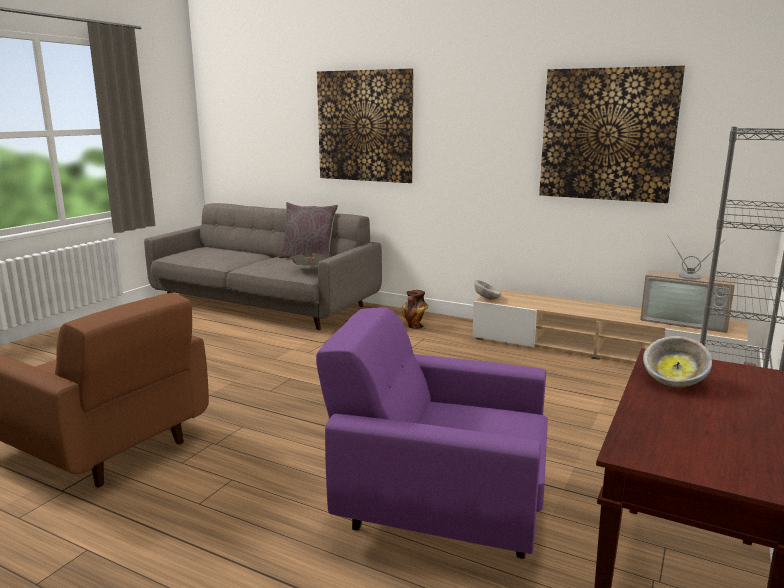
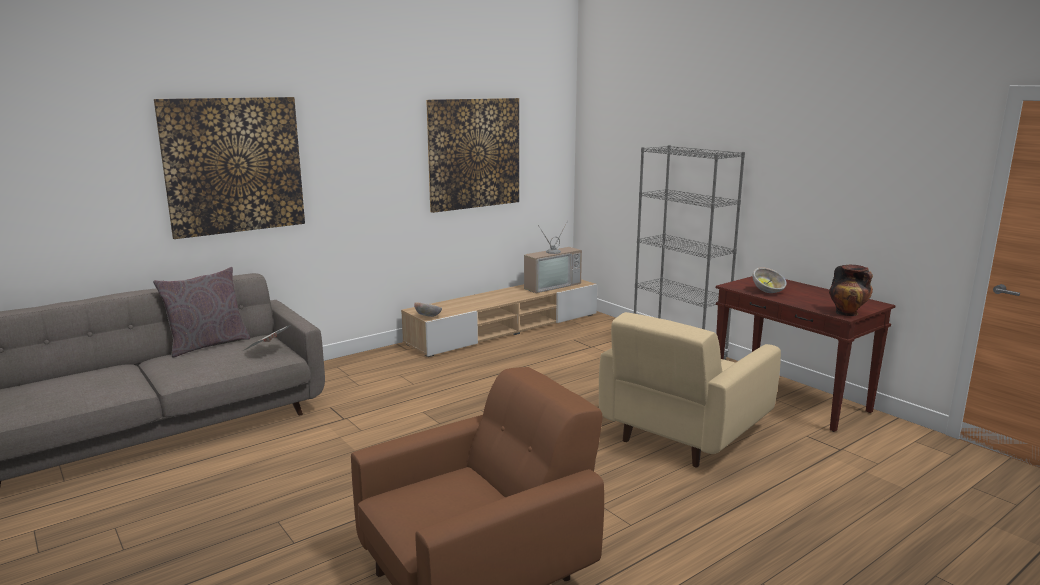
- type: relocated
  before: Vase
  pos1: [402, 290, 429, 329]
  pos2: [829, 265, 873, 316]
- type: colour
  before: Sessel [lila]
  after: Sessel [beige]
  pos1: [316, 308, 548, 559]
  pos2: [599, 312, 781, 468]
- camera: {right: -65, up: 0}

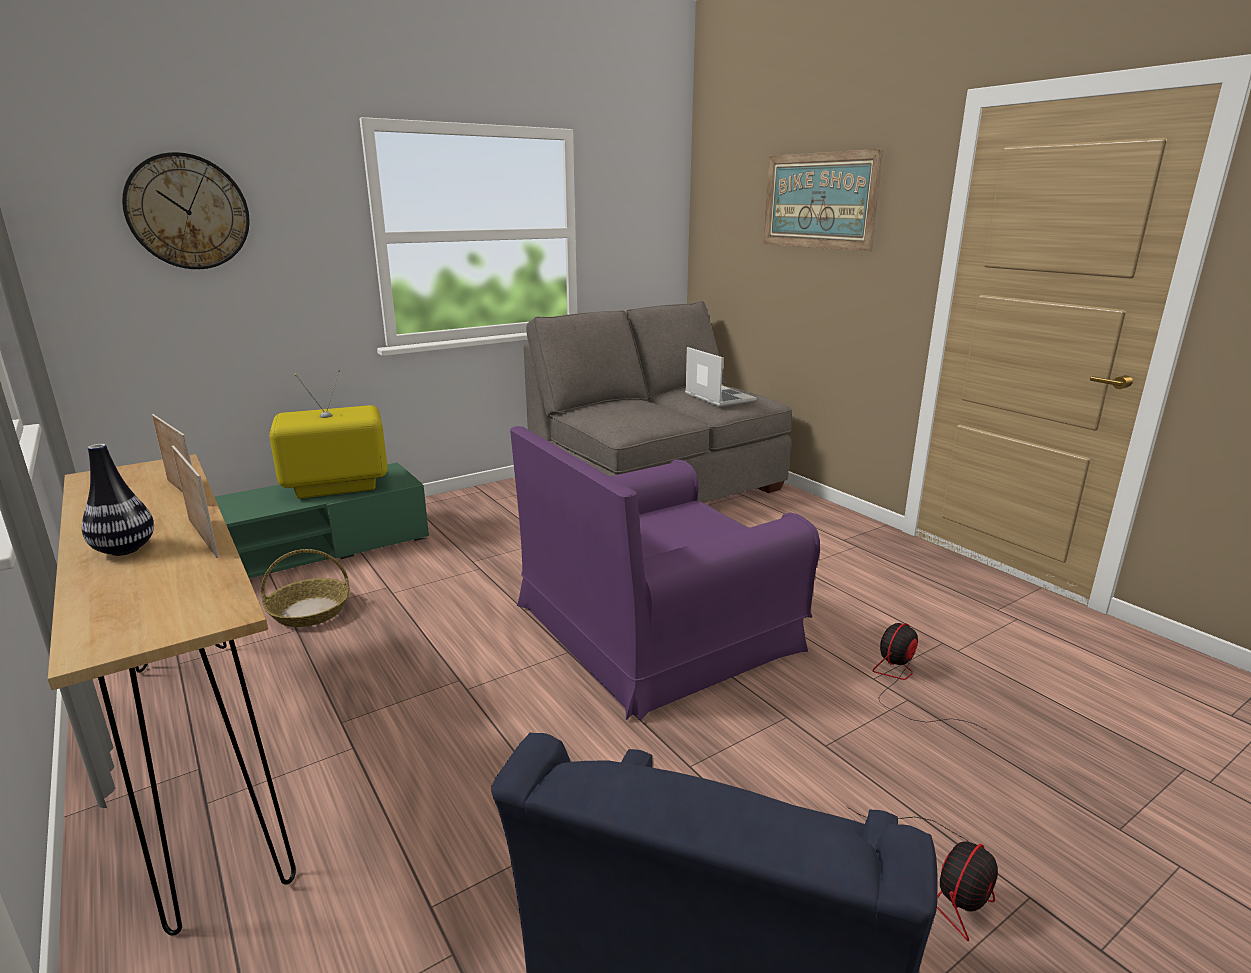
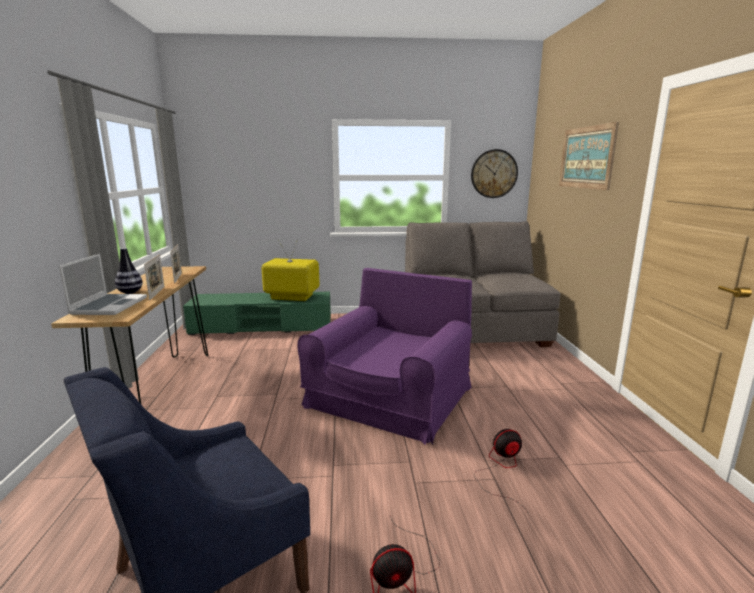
- type: missing
  before: Korb
  pos1: [261, 549, 350, 627]
- type: relocated
  before: Wanduhr
  pos1: [122, 152, 250, 269]
  pos2: [471, 149, 518, 198]
- type: relocated
  before: Laptop
  pos1: [685, 347, 757, 407]
  pos2: [59, 254, 147, 315]
- type: spun
  before: Sessel [lila]
  pos1: [510, 426, 820, 720]
  pos2: [297, 268, 472, 445]
  turn: 120
- camera: {right: 30, up: -5}

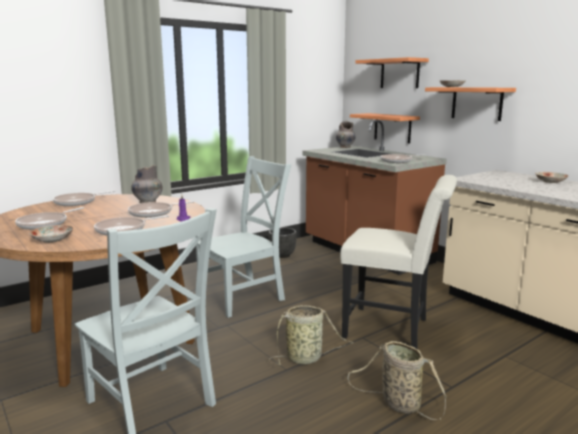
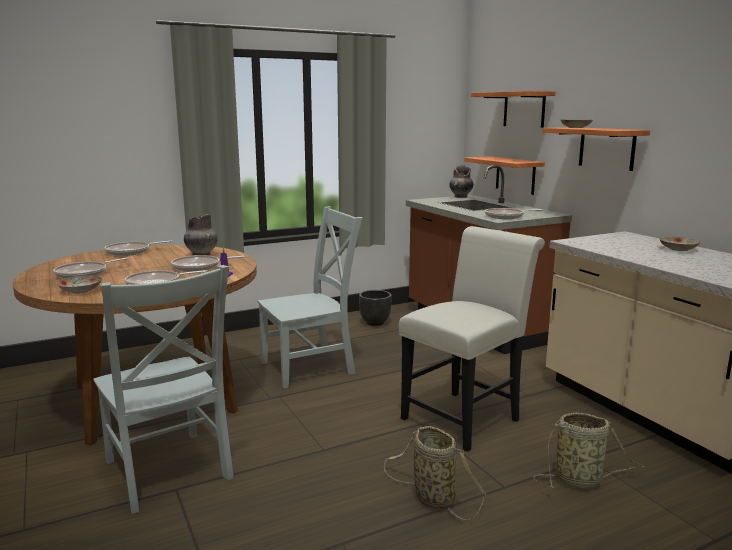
- type: relocated
  before: Korb
  pos1: [269, 305, 353, 365]
  pos2: [533, 412, 644, 489]
- type: spun
  before: Stuhl [weiß]
  pos1: [340, 175, 457, 349]
  pos2: [399, 226, 545, 452]
  turn: -75
- camera: {right: 10, up: 0}

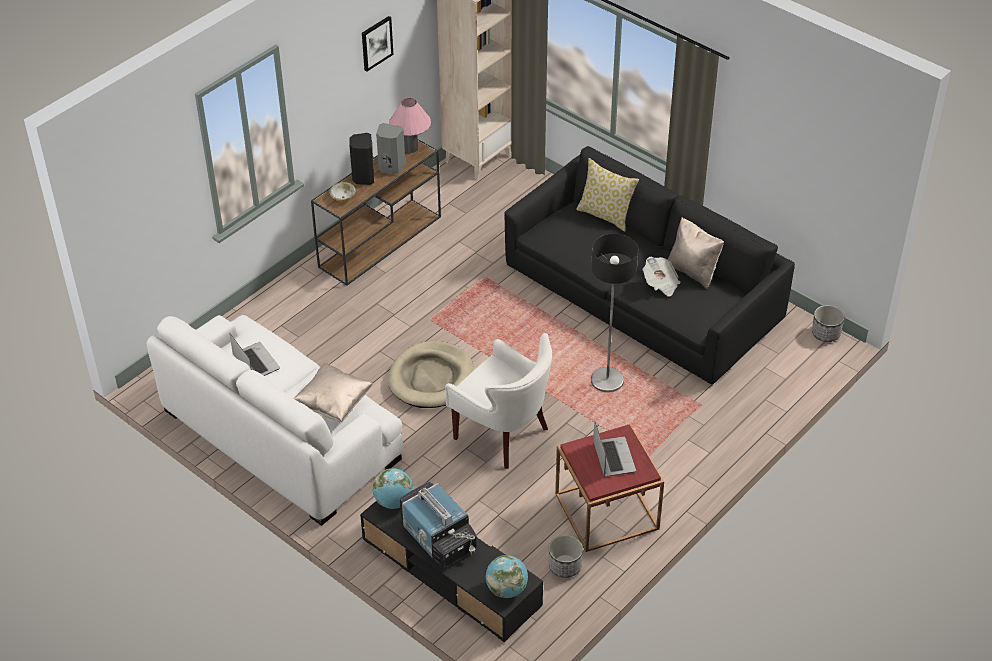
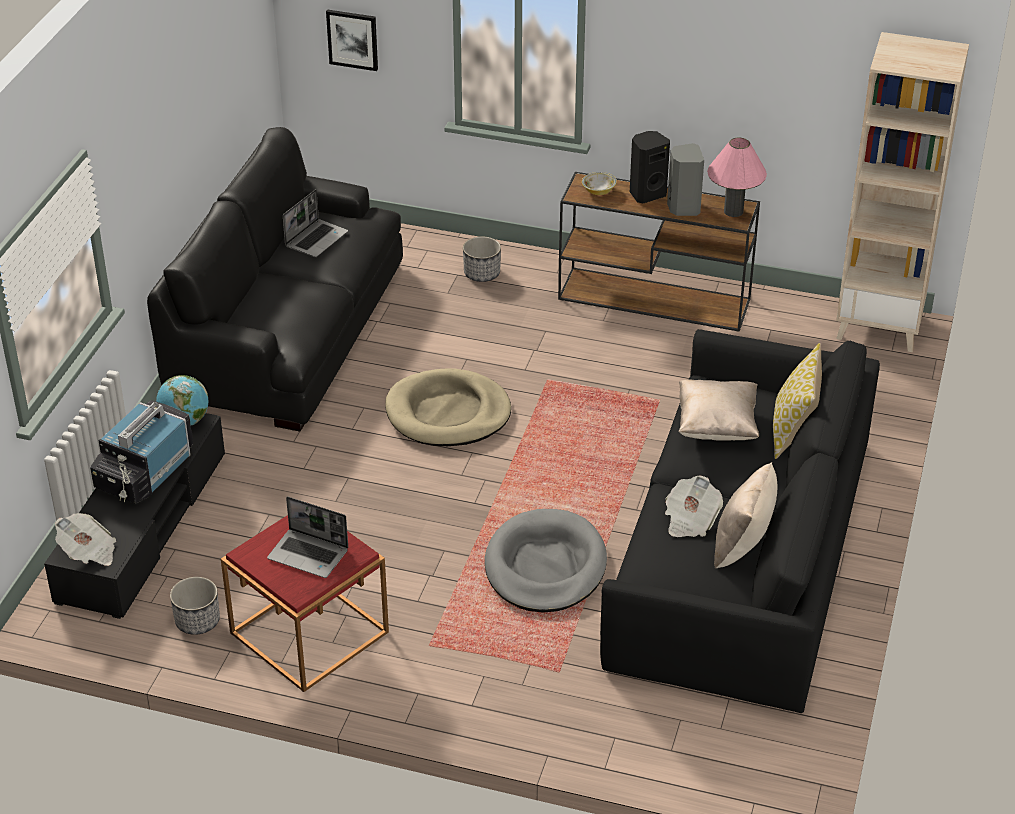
- type: missing
  before: Sessel [weiß]
  pos1: [445, 333, 552, 469]
- type: relocated
  before: Kissen [beige]
  pos1: [293, 362, 373, 421]
  pos2: [678, 379, 759, 441]
- type: relocated
  before: Bild
  pos1: [362, 16, 393, 72]
  pos2: [326, 10, 378, 71]
- type: relocated
  before: Pflanzkübel
  pos1: [812, 305, 845, 342]
  pos2: [463, 236, 501, 282]
- type: exchanged
  before: Globus
  after: Zeitung
  pos1: [486, 555, 528, 598]
  pos2: [55, 513, 116, 566]
- type: exchanged
  before: Stehlampe
  after: Hundebett [grau]
  pos1: [591, 234, 638, 392]
  pos2: [485, 509, 607, 613]
- type: colour
  before: Sofa [weiß]
  after: Sofa [schwarz]
  pos1: [147, 315, 404, 526]
  pos2: [147, 127, 403, 432]
- type: spun
  before: Laptop
  pos1: [593, 421, 636, 477]
  pos2: [267, 497, 348, 578]
  turn: 60
- camera: {right: 65, up: -5}

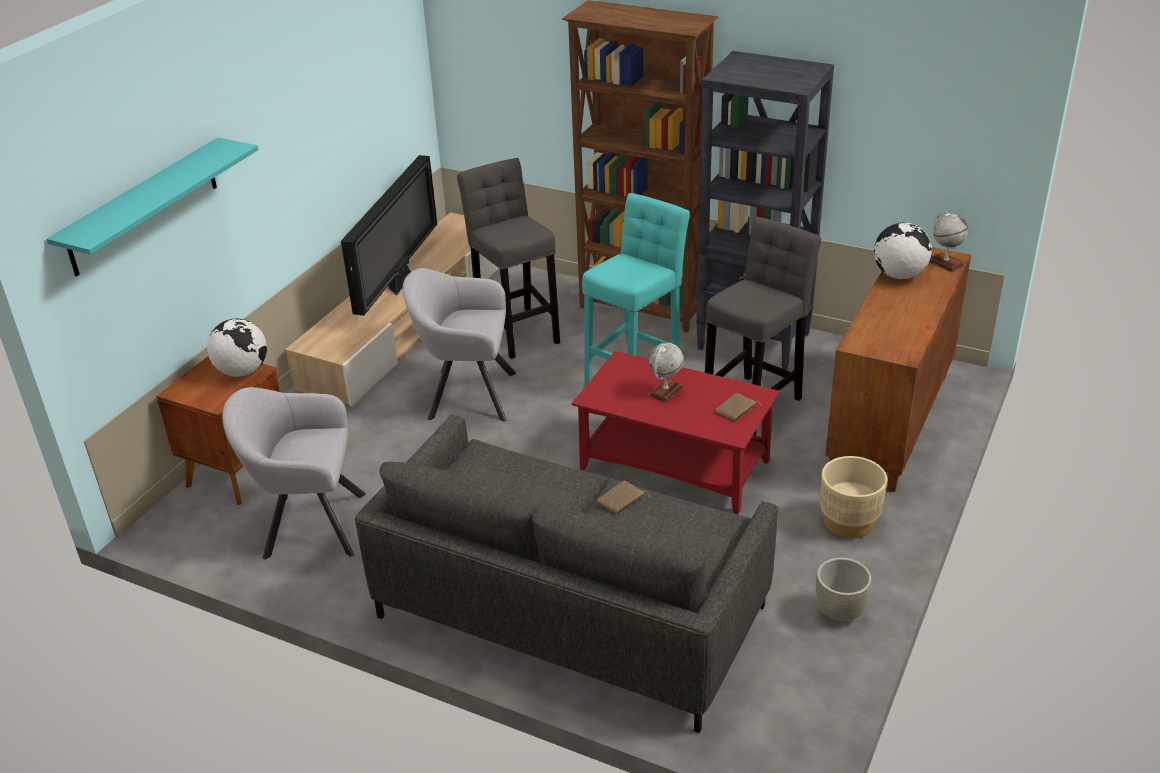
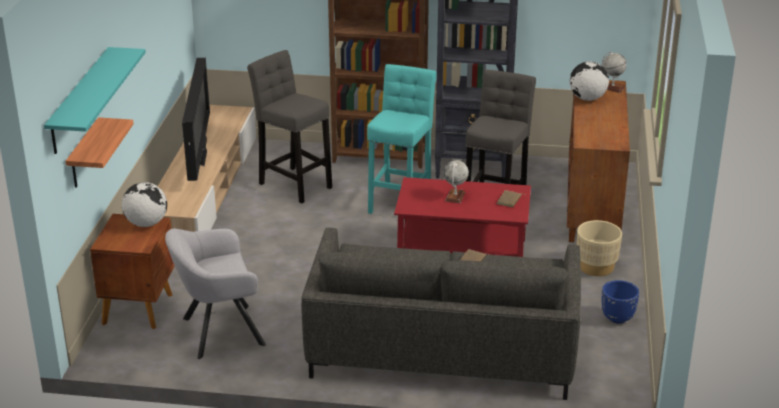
- type: missing
  before: Sessel [grau]
  pos1: [403, 268, 516, 421]
- type: appeared
  after: Wandregal
  pos2: [66, 117, 134, 188]
- type: colour
  before: Pflanzkübel [grau]
  after: Pflanzkübel [blau]
  pos1: [816, 557, 872, 621]
  pos2: [602, 280, 639, 324]
- camera: {right: -20, up: -5}

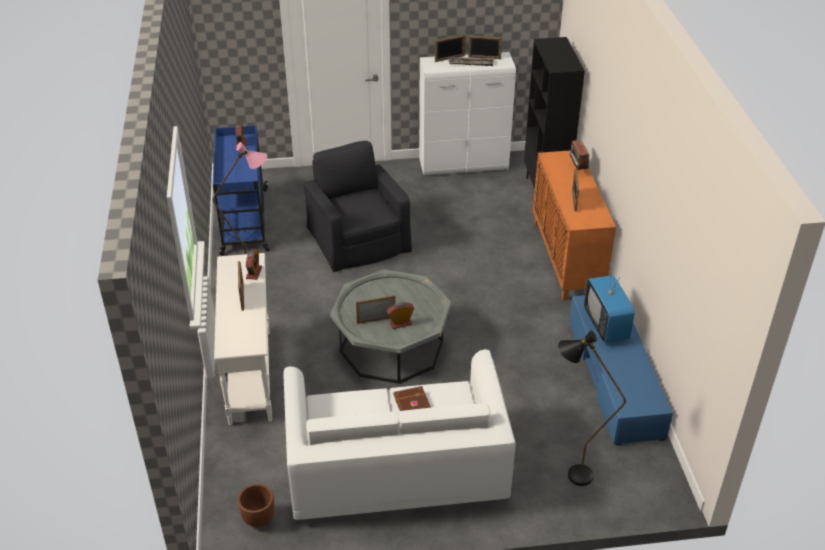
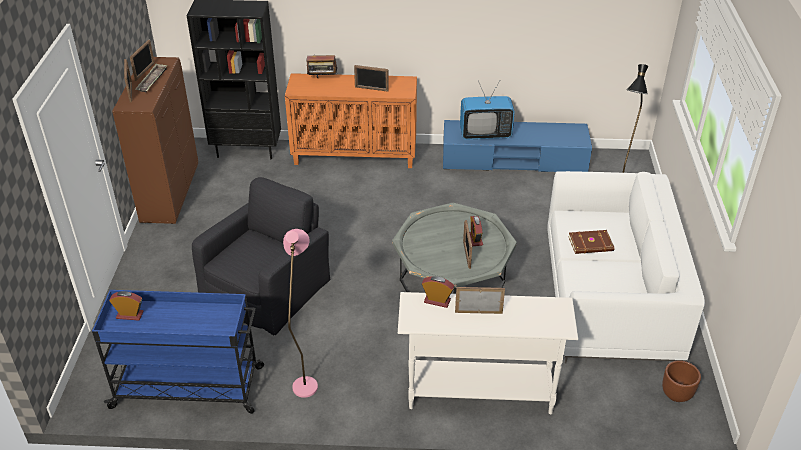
- type: colour
  before: Schrank [weiß]
  after: Schrank [braun]
  pos1: [419, 52, 516, 175]
  pos2: [112, 57, 198, 224]
- type: spun
  before: Sessel [schwarz]
  pos1: [304, 141, 412, 272]
  pos2: [192, 177, 331, 335]
  turn: 135
- camera: {right: -80, up: 0}

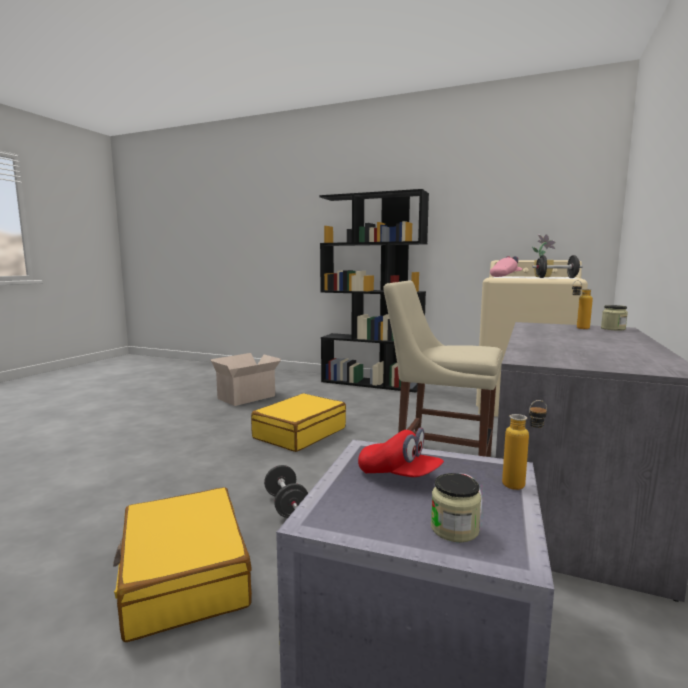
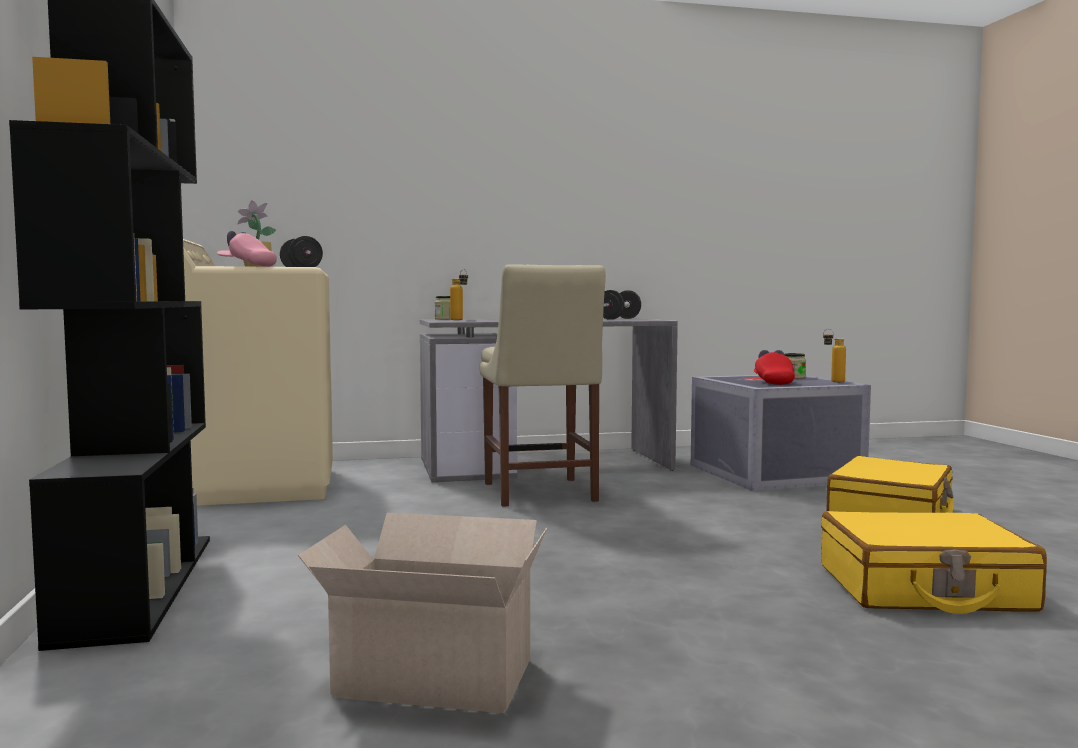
- type: relocated
  before: Koffer [gelb]
  pos1: [251, 393, 346, 452]
  pos2: [821, 511, 1047, 614]
- type: relocated
  before: Hantel [schwarz]
  pos1: [264, 465, 308, 518]
  pos2: [603, 290, 641, 320]
- type: relocated
  before: Flasche
  pos1: [502, 400, 547, 490]
  pos2: [823, 329, 846, 382]
- camera: {right: -125, up: -5}

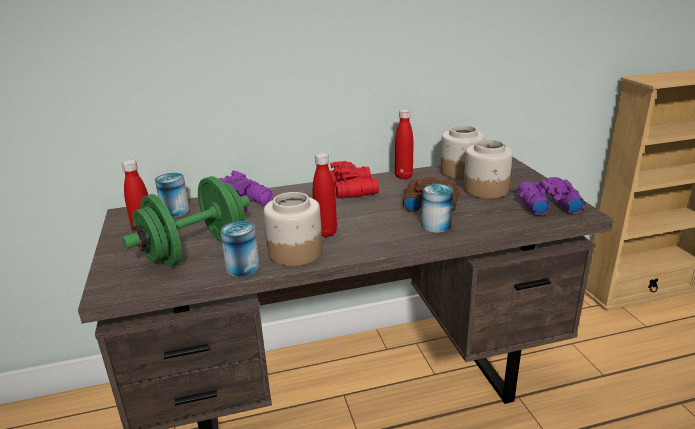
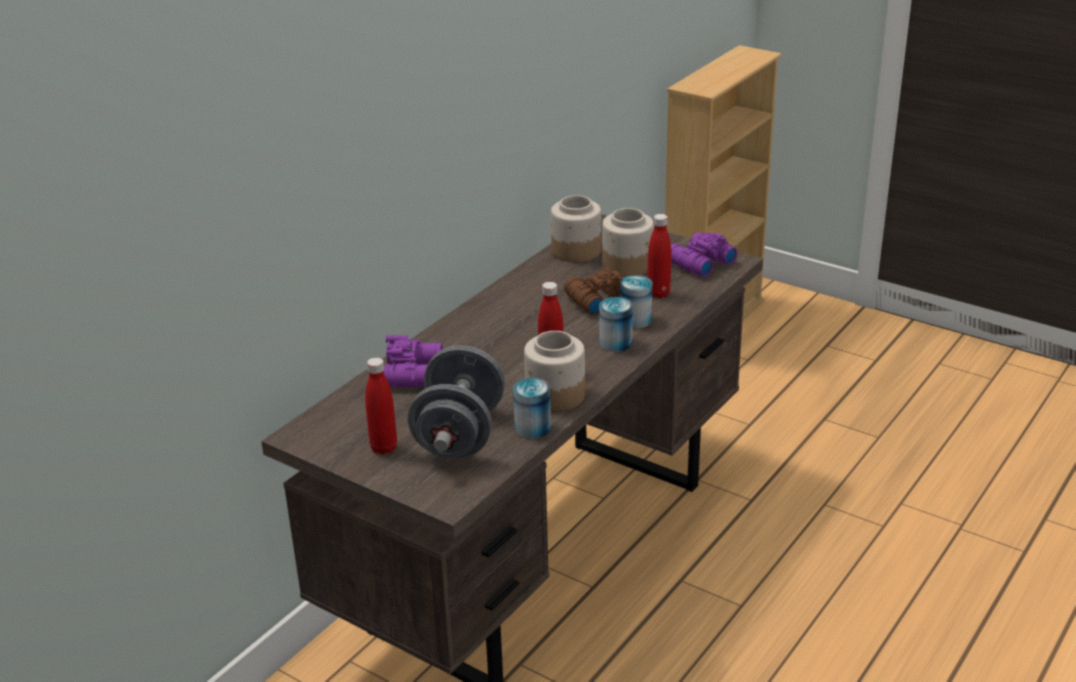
- type: missing
  before: Fernglas [rot]
  pos1: [330, 161, 379, 199]
- type: relocated
  before: Dose
  pos1: [155, 173, 189, 217]
  pos2: [599, 297, 633, 352]
- type: relocated
  before: Flasche [rot]
  pos1: [395, 109, 413, 179]
  pos2: [647, 214, 671, 298]
- type: colour
  before: Hantel [grün]
  after: Hantel [grau]
  pos1: [122, 176, 250, 267]
  pos2: [407, 345, 505, 459]
- camera: {right: -40, up: 5}

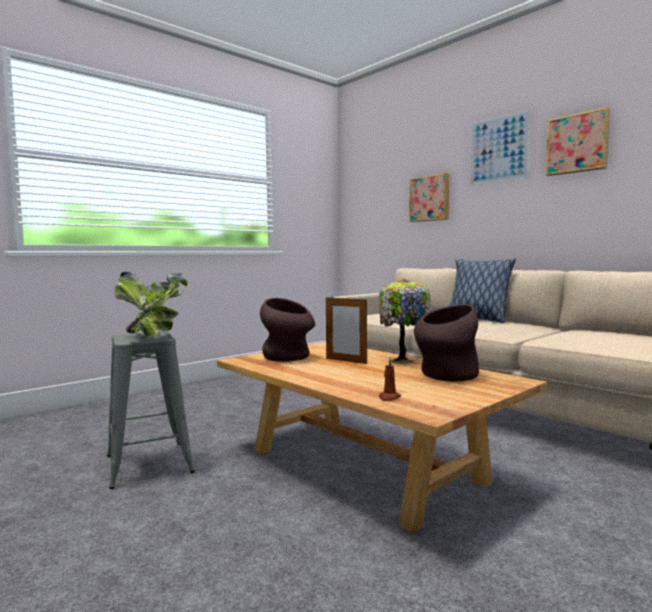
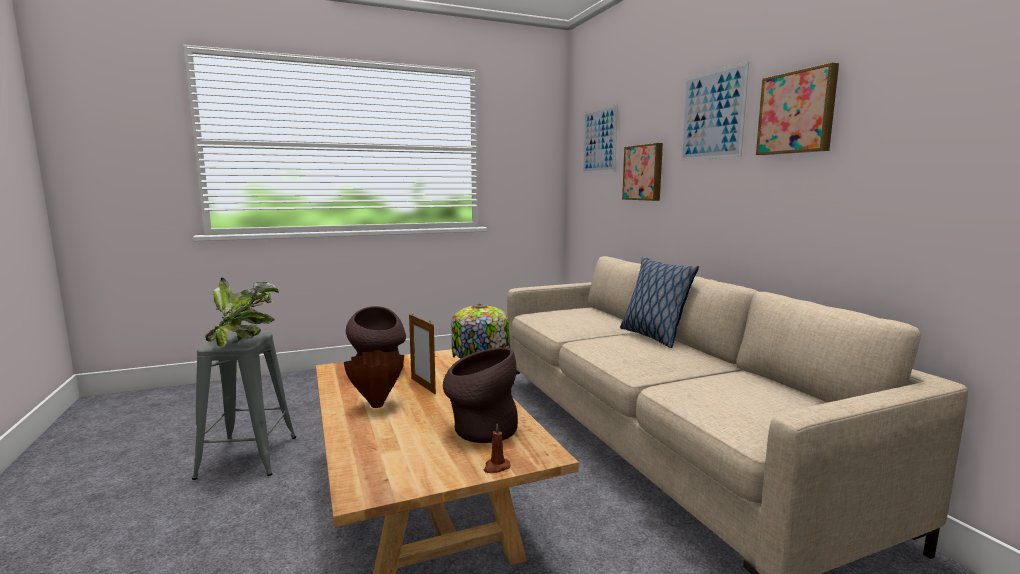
- type: appeared
  after: Vase [braun]
  pos2: [344, 350, 404, 408]
- type: appeared
  after: Bild
  pos2: [582, 104, 618, 173]
- type: relocated
  before: Kerze [braun]
  pos1: [379, 358, 401, 401]
  pos2: [484, 424, 511, 473]
- camera: {right: 20, up: 5}

